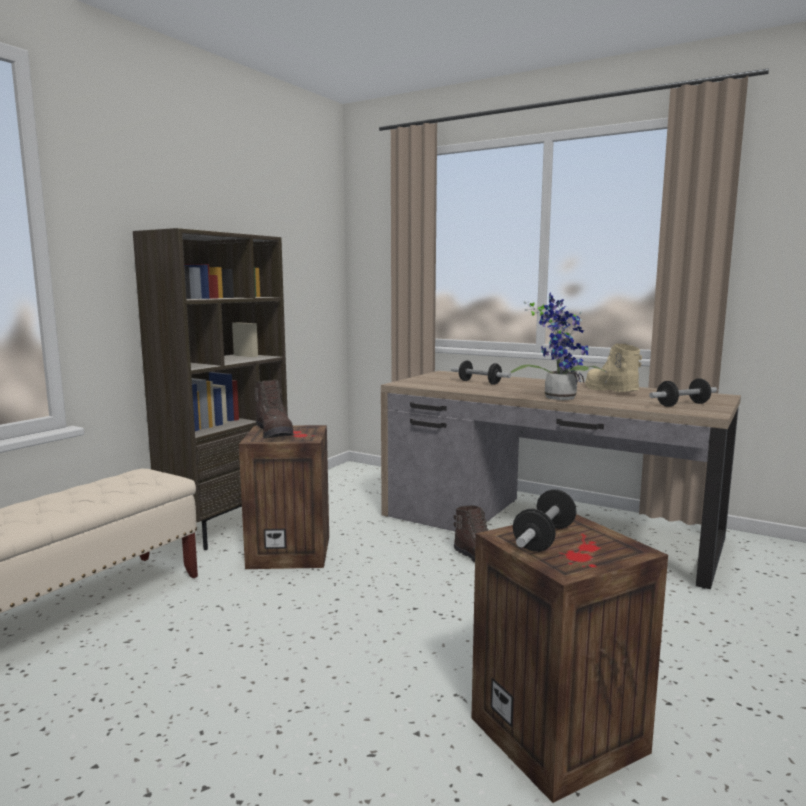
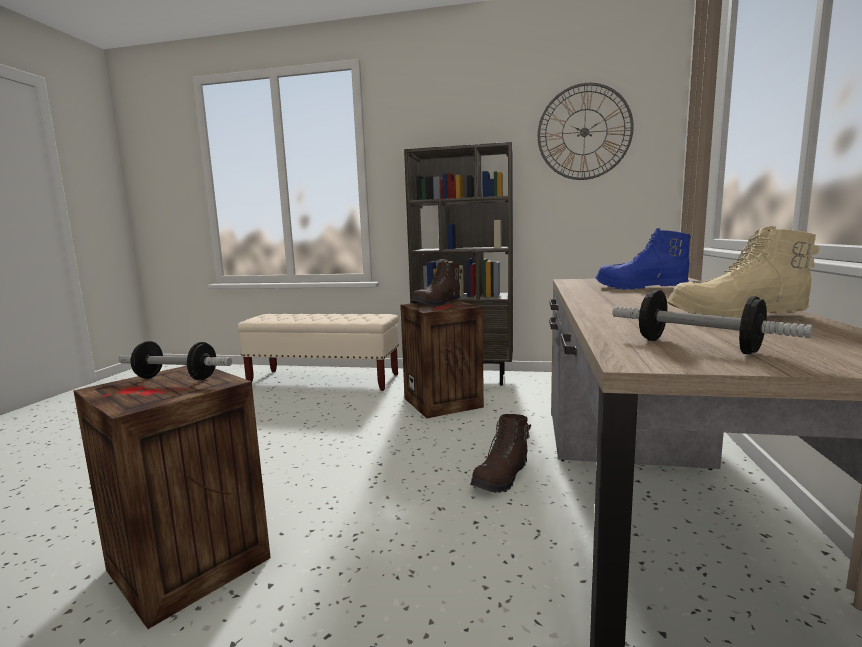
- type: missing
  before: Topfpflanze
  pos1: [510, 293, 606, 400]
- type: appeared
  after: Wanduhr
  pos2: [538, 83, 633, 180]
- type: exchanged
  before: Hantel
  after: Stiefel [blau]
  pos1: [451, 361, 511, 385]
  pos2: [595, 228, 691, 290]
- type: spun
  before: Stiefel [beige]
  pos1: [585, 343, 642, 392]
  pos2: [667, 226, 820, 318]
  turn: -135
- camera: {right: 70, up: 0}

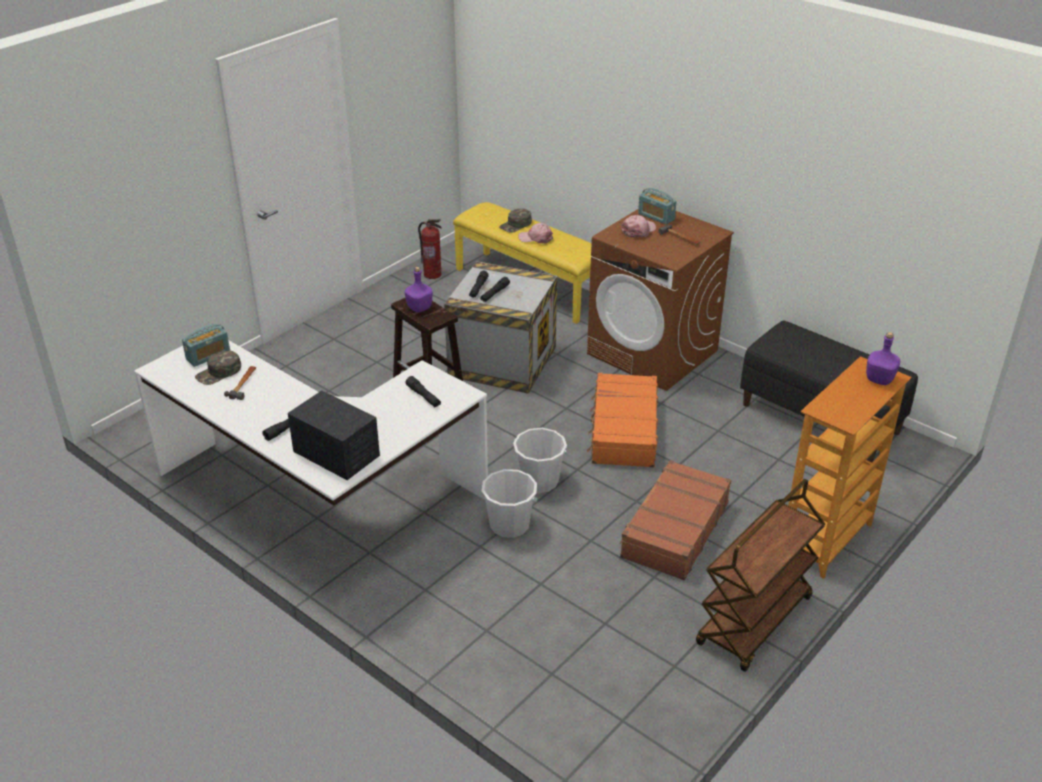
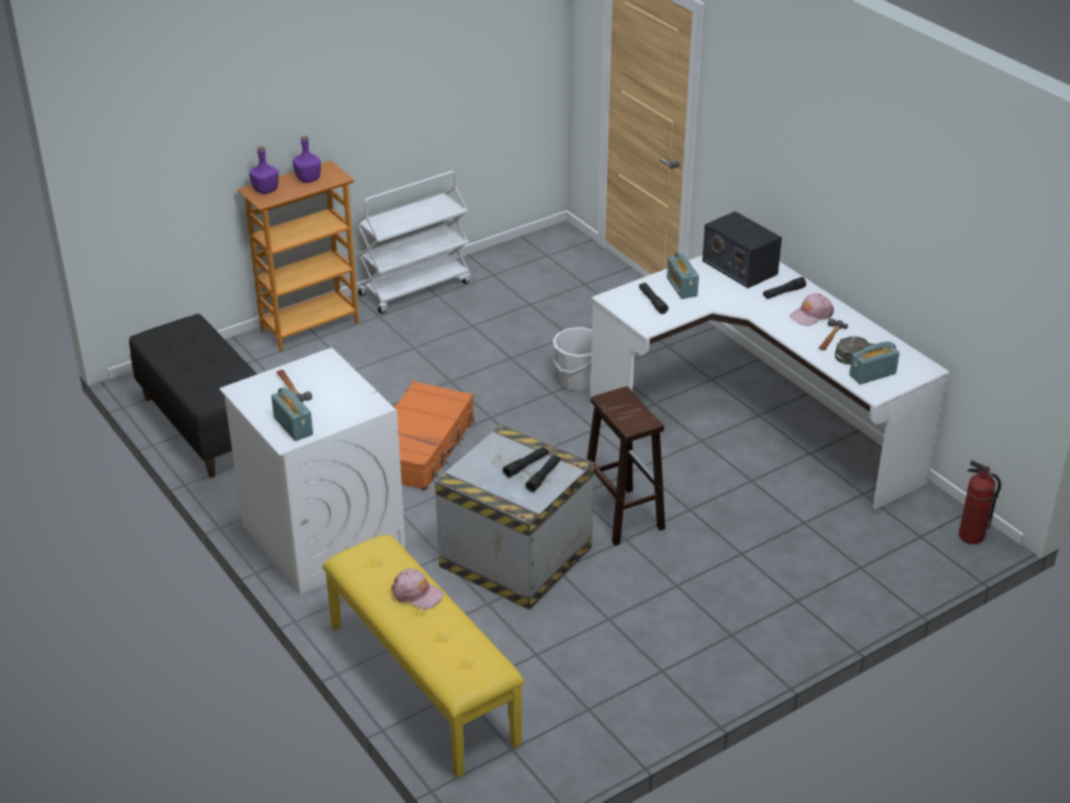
- type: missing
  before: Kappe [grün]
  pos1: [499, 209, 532, 233]
- type: missing
  before: Eimer [weiß]
  pos1: [513, 428, 568, 493]
- type: missing
  before: Koffer [braun]
  pos1: [620, 460, 731, 580]
- type: appeared
  after: Radio
  pos2: [667, 253, 699, 299]
- type: relocated
  before: Flasche [lila]
  pos1: [405, 267, 433, 312]
  pos2: [293, 135, 321, 183]
- type: relocated
  before: Feuerlöscher
  pos1: [418, 219, 442, 279]
  pos2: [959, 460, 1001, 544]
- type: relocated
  before: Kappe [rosa]
  pos1: [621, 215, 656, 237]
  pos2: [790, 293, 834, 326]
- type: colour
  before: Waschmaschine [braun]
  after: Waschmaschine [weiß]
  pos1: [587, 209, 734, 391]
  pos2: [219, 348, 406, 595]
- type: colour
  before: Rollwagen [braun]
  after: Rollwagen [weiß]
  pos1: [696, 479, 825, 672]
  pos2: [356, 171, 471, 314]
- camera: {right: -165, up: 0}

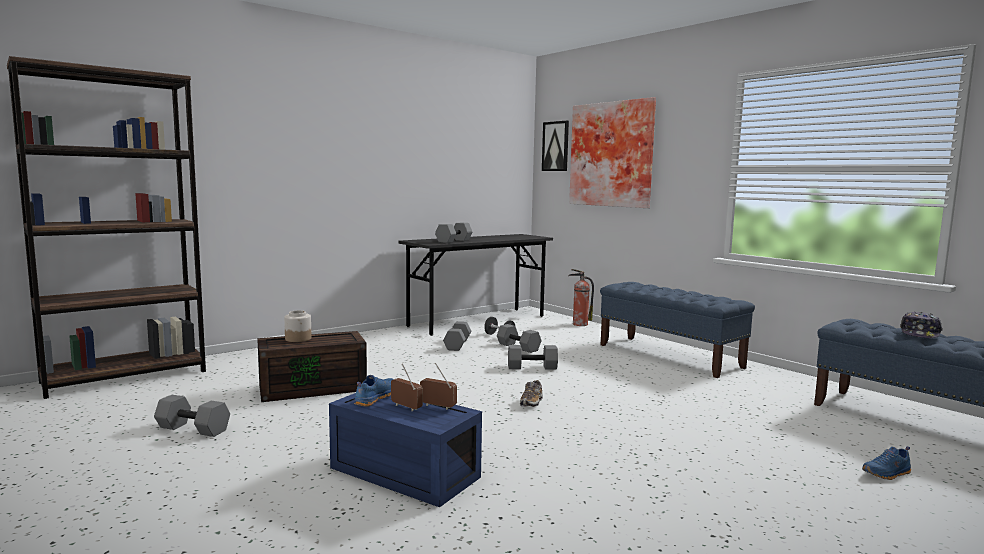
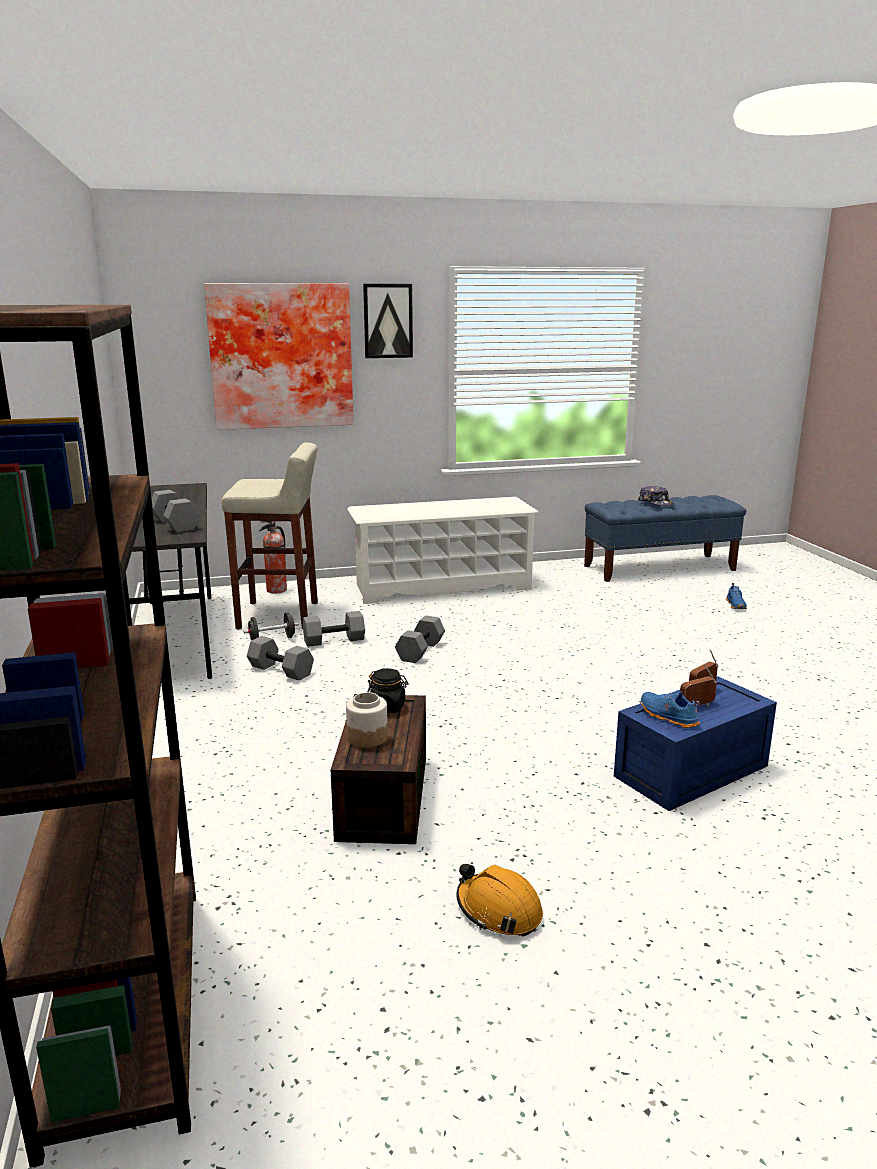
- type: missing
  before: Schuh
  pos1: [520, 380, 543, 407]
- type: appeared
  after: Hocker [beige]
  pos2: [222, 442, 318, 629]
- type: appeared
  after: Vorratsglas [schwarz]
  pos2: [367, 668, 408, 713]
- type: relocated
  before: Bild
  pos1: [542, 121, 569, 171]
  pos2: [363, 284, 413, 358]
- type: exchanged
  before: Hantel [grau]
  after: Schutzhelm [orange]
  pos1: [154, 395, 230, 437]
  pos2: [456, 864, 543, 937]
- type: exchanged
  before: Bank [blau]
  after: Schuhregal [weiß]
  pos1: [600, 282, 755, 378]
  pos2: [347, 497, 538, 604]
- camera: {right: -65, up: 10}

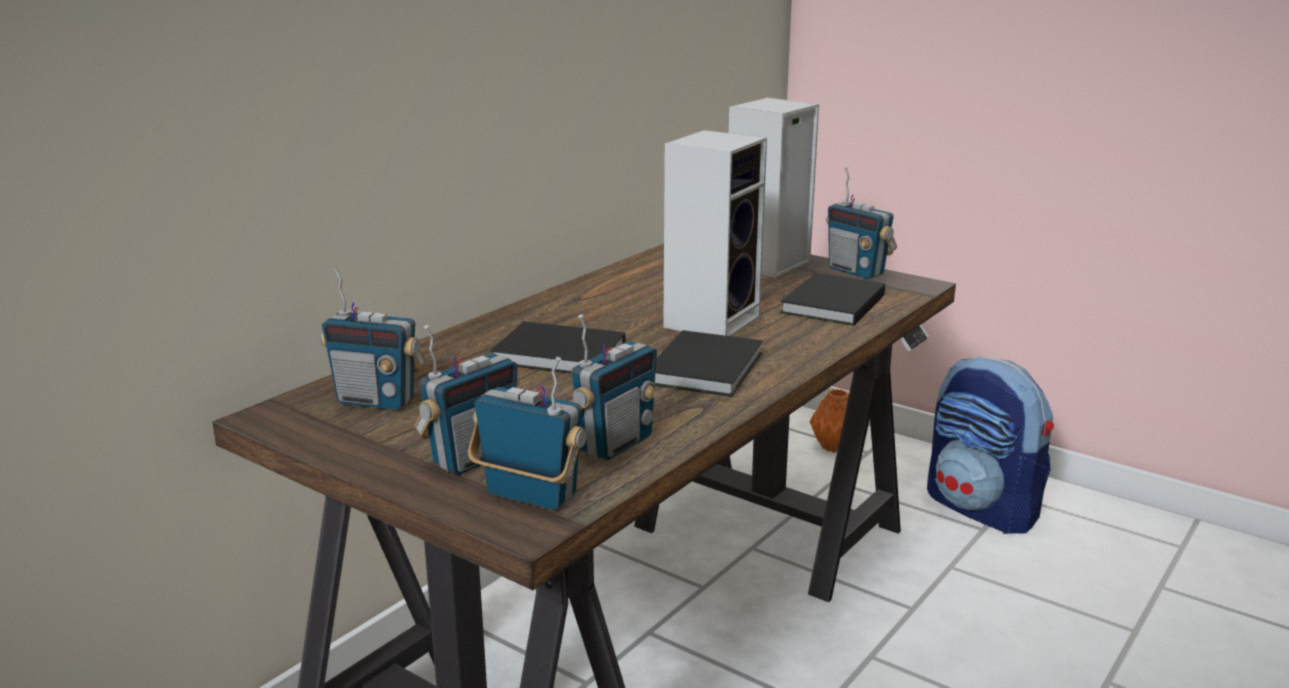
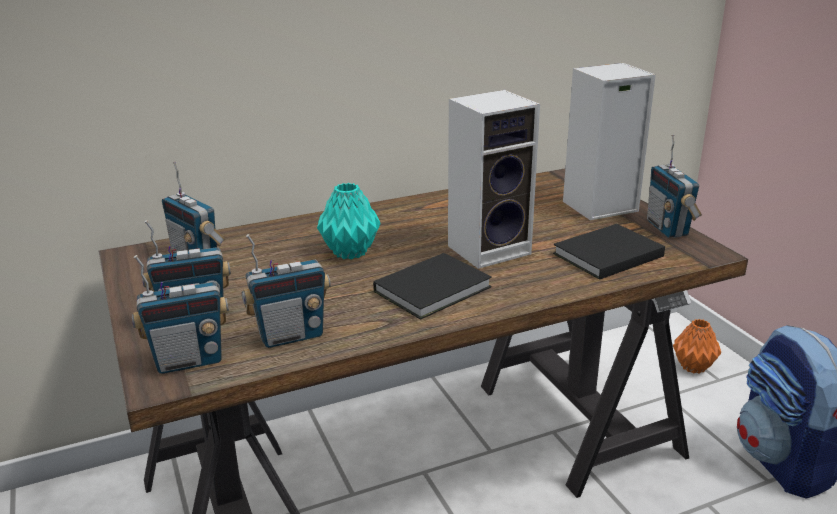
- type: exchanged
  before: Buch [schwarz]
  after: Vase [türkis]
  pos1: [491, 321, 625, 373]
  pos2: [317, 183, 381, 260]
- type: spun
  before: Radio
  pos1: [468, 357, 587, 510]
  pos2: [132, 255, 229, 374]
  turn: 105
- camera: {right: 30, up: 5}

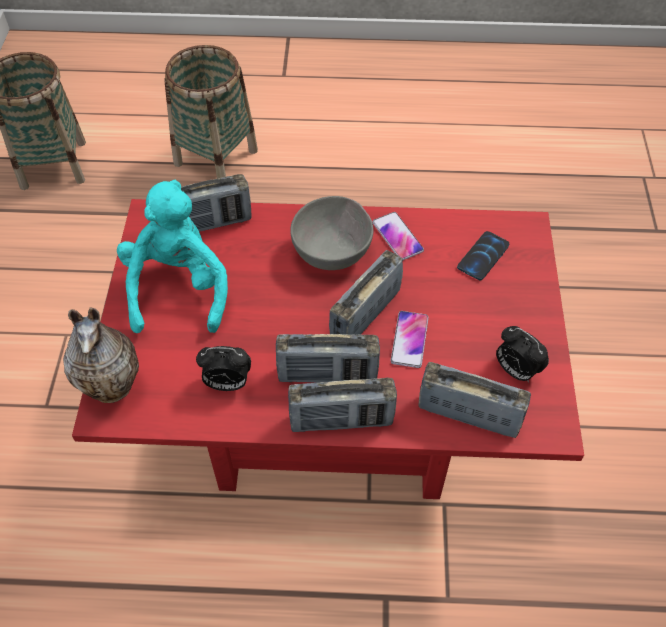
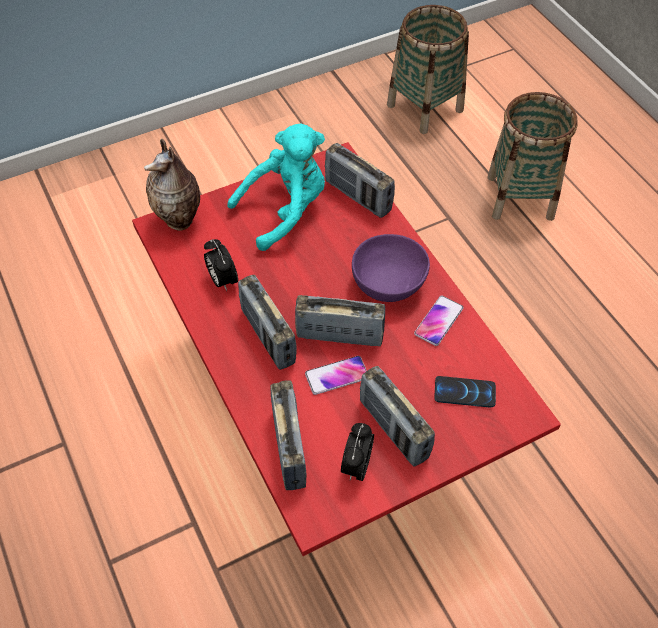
- type: relocated
  before: Radio
  pos1: [288, 378, 397, 432]
  pos2: [360, 366, 435, 467]
- type: colour
  before: Schüssel [grau]
  after: Schüssel [lila]
  pos1: [290, 196, 373, 270]
  pos2: [352, 234, 430, 302]
- camera: {right: 60, up: 0}

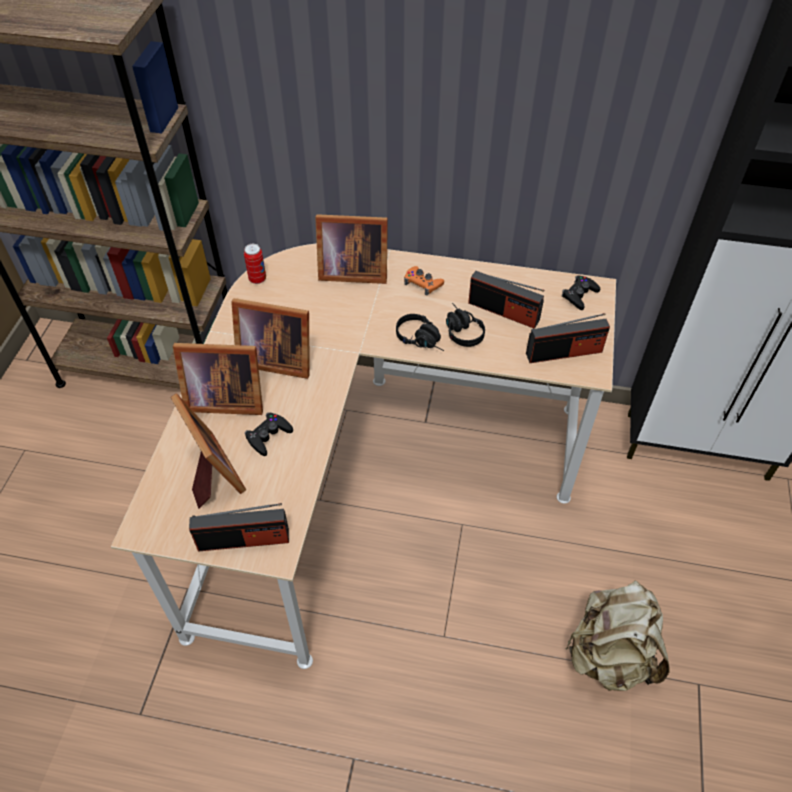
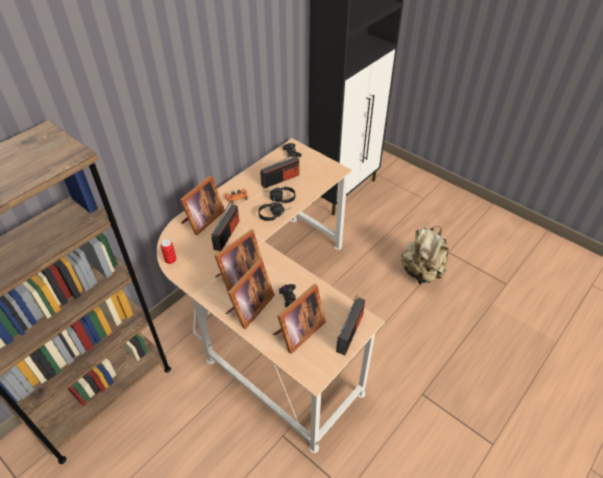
- type: relocated
  before: Radio
  pos1: [526, 313, 610, 363]
  pos2: [211, 202, 239, 251]
- type: spun
  before: Bilderrahmen
  pos1: [170, 393, 246, 509]
  pos2: [273, 284, 326, 354]
  turn: 135
- camera: {right: -60, up: -5}

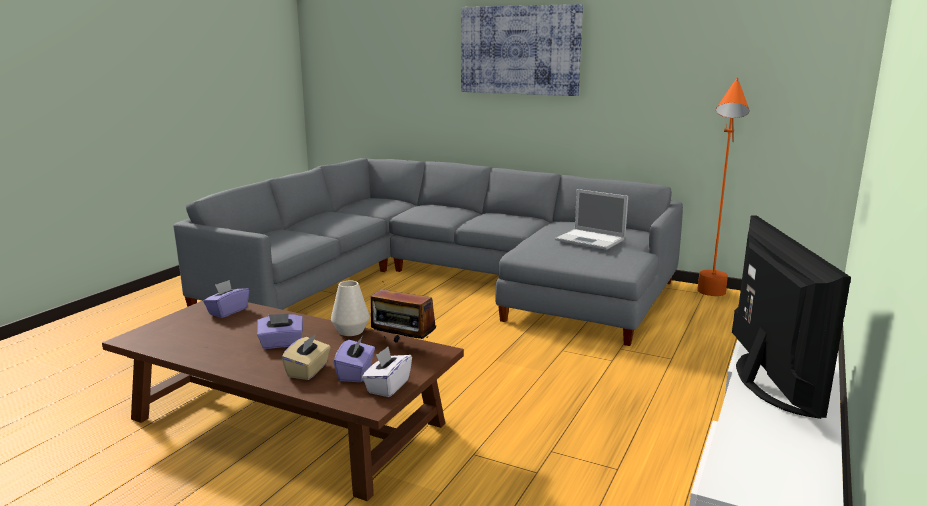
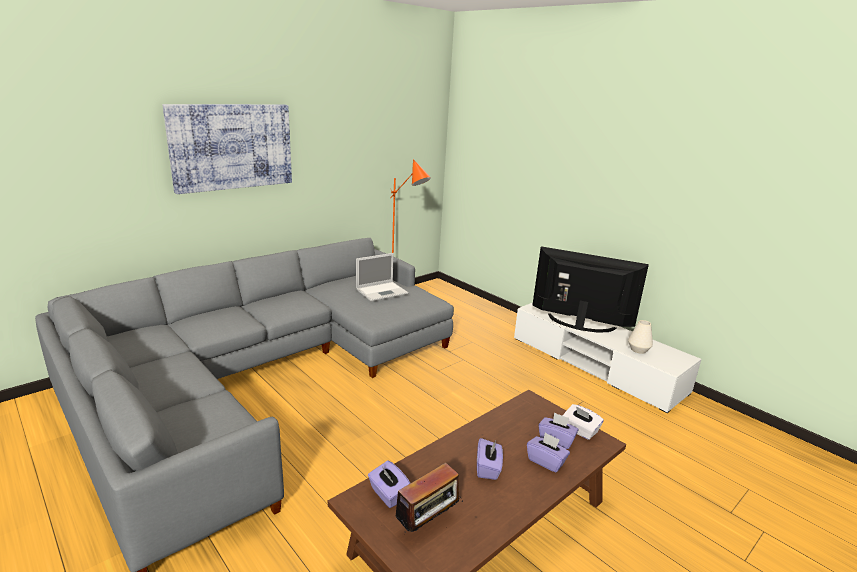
- type: relocated
  before: Vase [weiß]
  pos1: [331, 281, 370, 336]
  pos2: [628, 320, 653, 354]
- type: relocated
  before: Radio
  pos1: [371, 289, 436, 343]
  pos2: [396, 462, 463, 535]
- type: colour
  before: Taschentuchbox [beige]
  after: Taschentuchbox [lila]
  pos1: [282, 334, 330, 380]
  pos2: [527, 432, 570, 473]
- camera: {right: -70, up: 5}

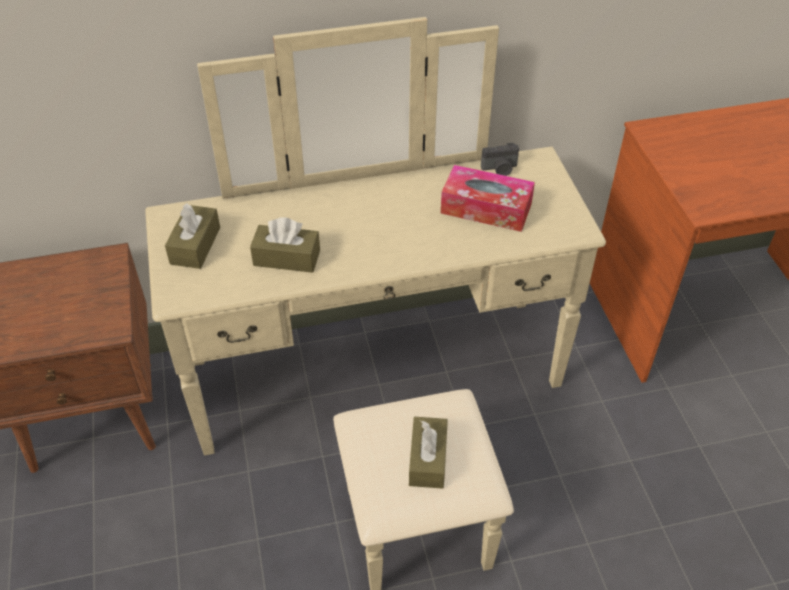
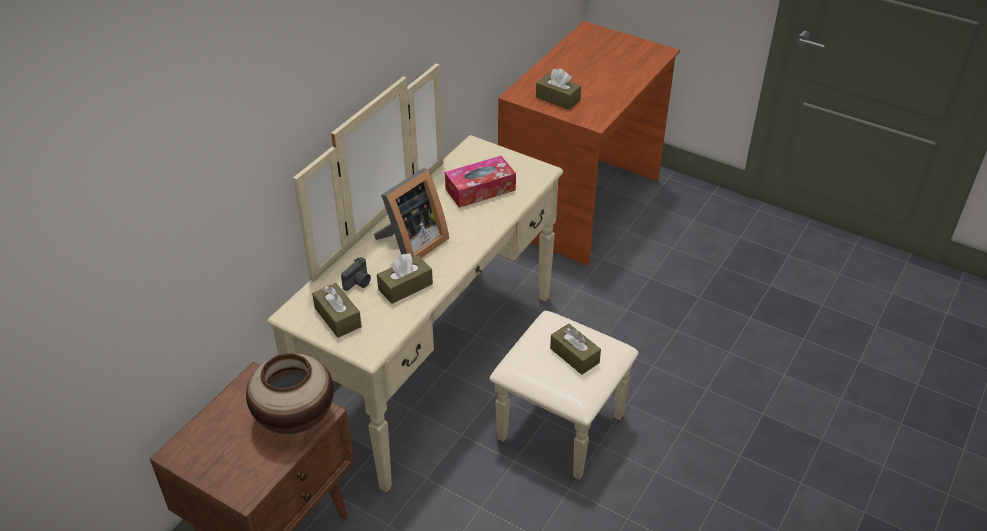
- type: appeared
  after: Vase
  pos2: [246, 353, 334, 434]
- type: appeared
  after: Bilderrahmen
  pos2: [374, 168, 449, 258]
- type: appeared
  after: Taschentuchbox [braun]
  pos2: [536, 68, 581, 110]
- type: relocated
  before: Kamera
  pos1: [481, 143, 519, 176]
  pos2: [341, 257, 371, 291]
- camera: {right: -45, up: -5}

